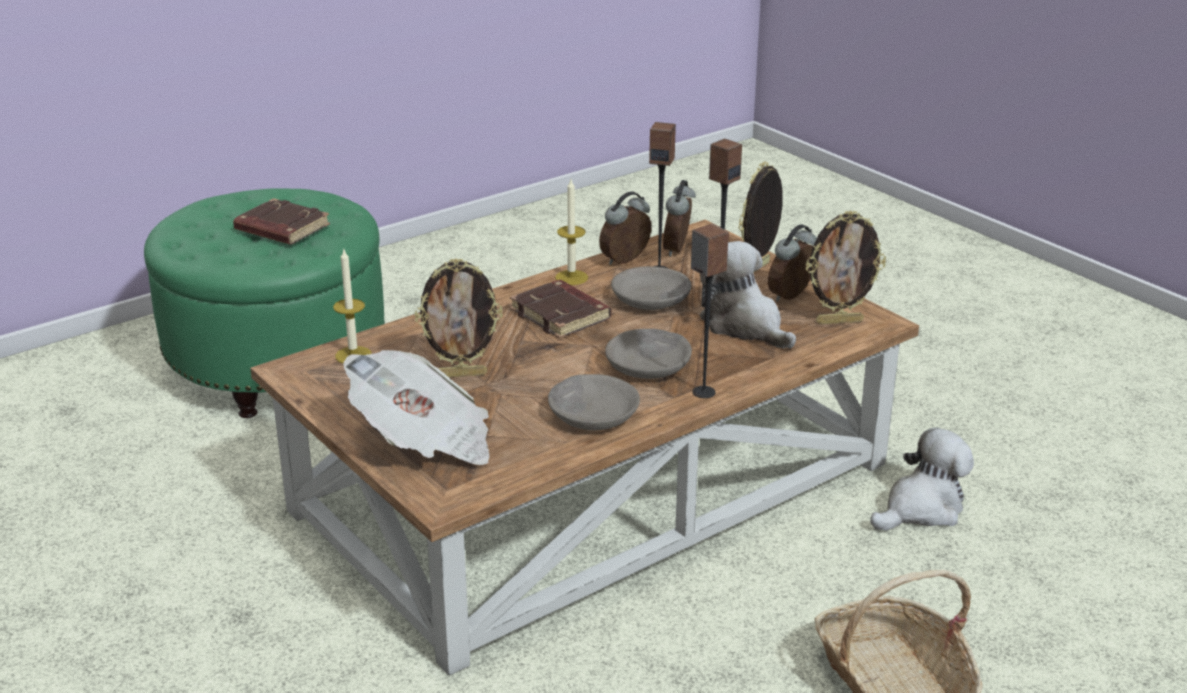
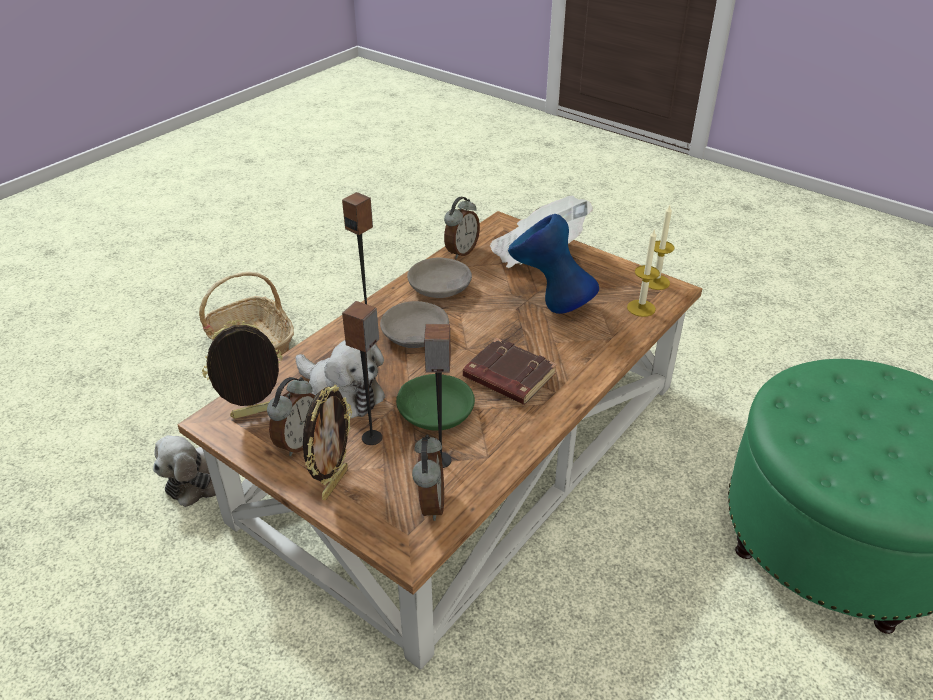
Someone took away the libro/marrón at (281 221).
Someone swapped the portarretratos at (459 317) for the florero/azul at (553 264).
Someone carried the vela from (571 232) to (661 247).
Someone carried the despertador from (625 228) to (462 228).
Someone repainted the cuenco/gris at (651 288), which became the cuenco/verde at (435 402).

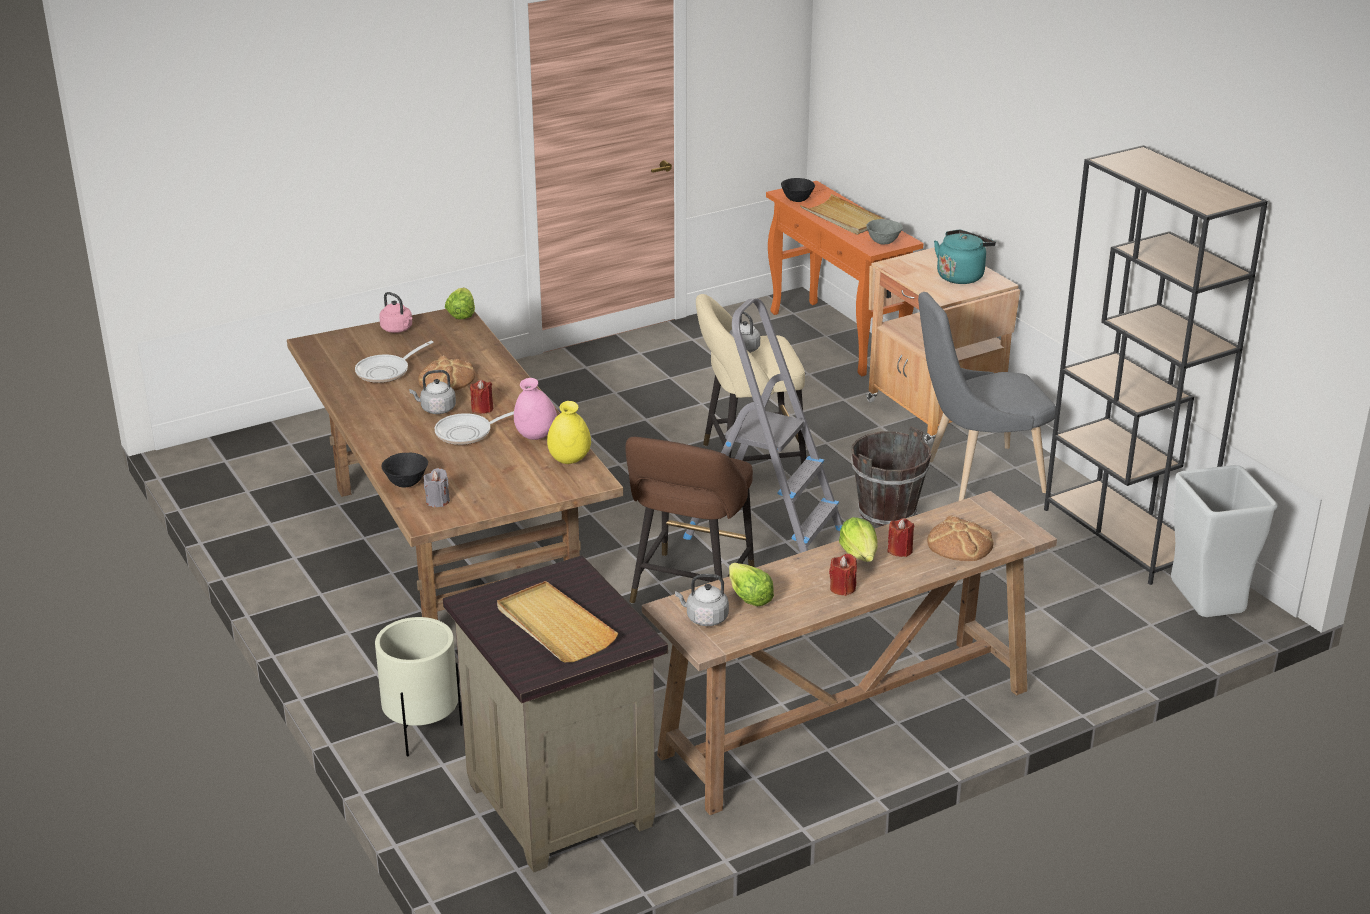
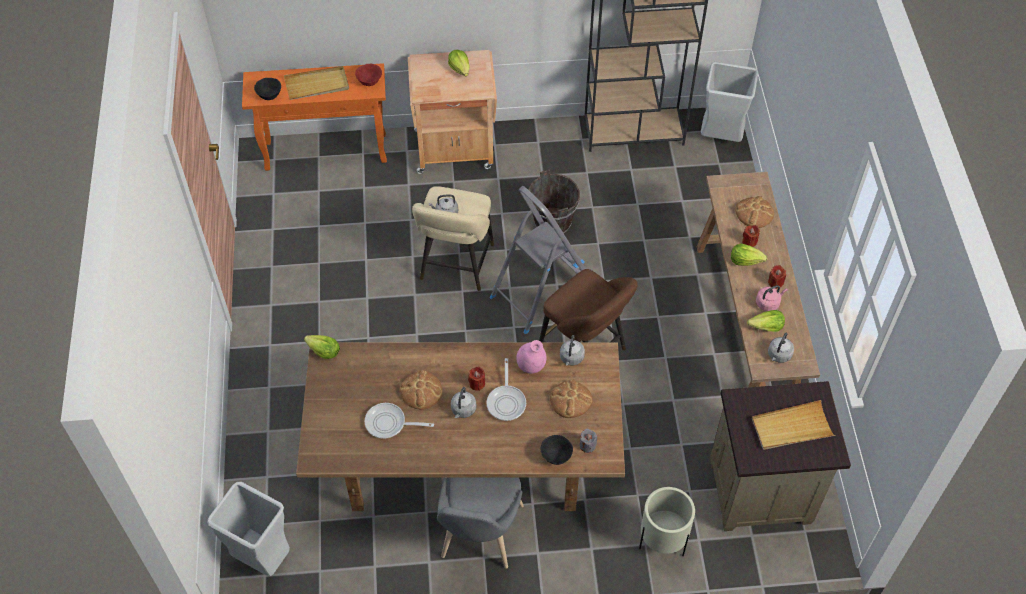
Someone rotated the sartén at (394 362) by 120 degrees clockwise.
Someone carried the hervidor/rosa from (395 312) to (772 298).
Someone swapped the florero/amarillo at (569 432) for the hervidor/gris at (572 350).
Someone repainted the cuenco/gris at (884 232), which became the cuenco/rojo at (368 75).
Someone carried the silla/gris from (987 396) to (480 523).
Someone swapped the hervidor/turquesa at (965 257) for the lechuga at (459 63).
Someone put down the papelera/gris at (248 529).
Someone put down the pan at (571 398).

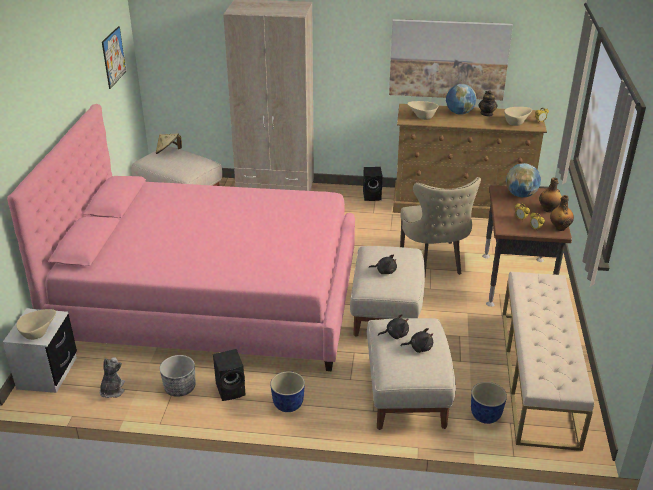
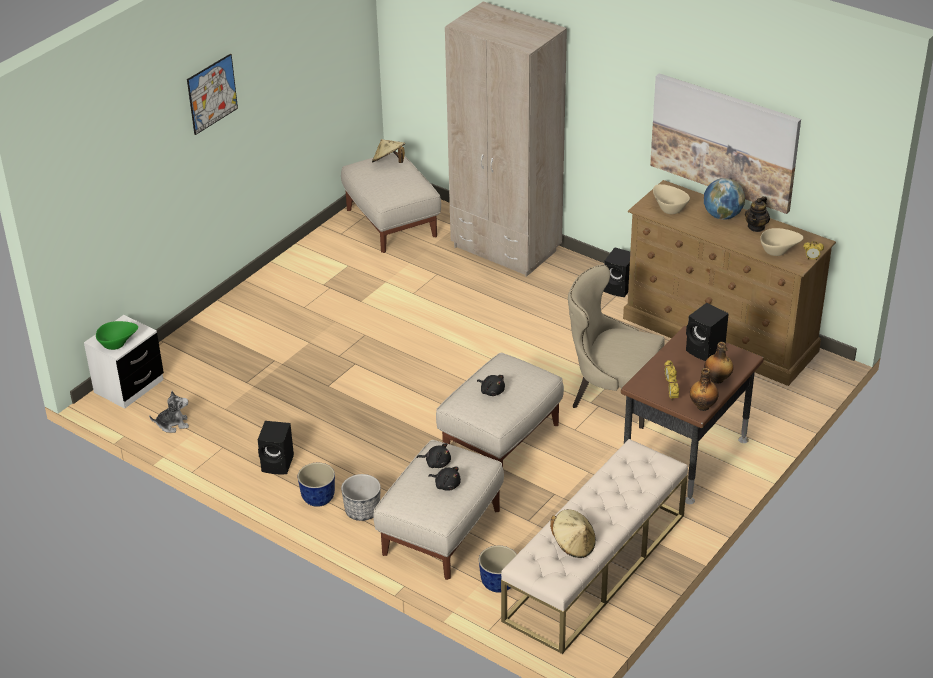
Someone took away the cama/rosa at (181 237).
Someone repainted the cuenco/beis at (36 324), which became the cuenco/verde at (117 335).
Someone rotated the peluche at (112 377) by 45 degrees clockwise.
Someone carried the cuadro from (114 57) to (212 94).
Someone carried the maceta from (177 376) to (360 497).
Someone rotated the silla/beis at (440 226) by 90 degrees clockwise.
Someone swapped the globo terráqueo at (523 180) for the altavoz/negro at (707 332).
Someone put down the sombrero/beis at (573 533).

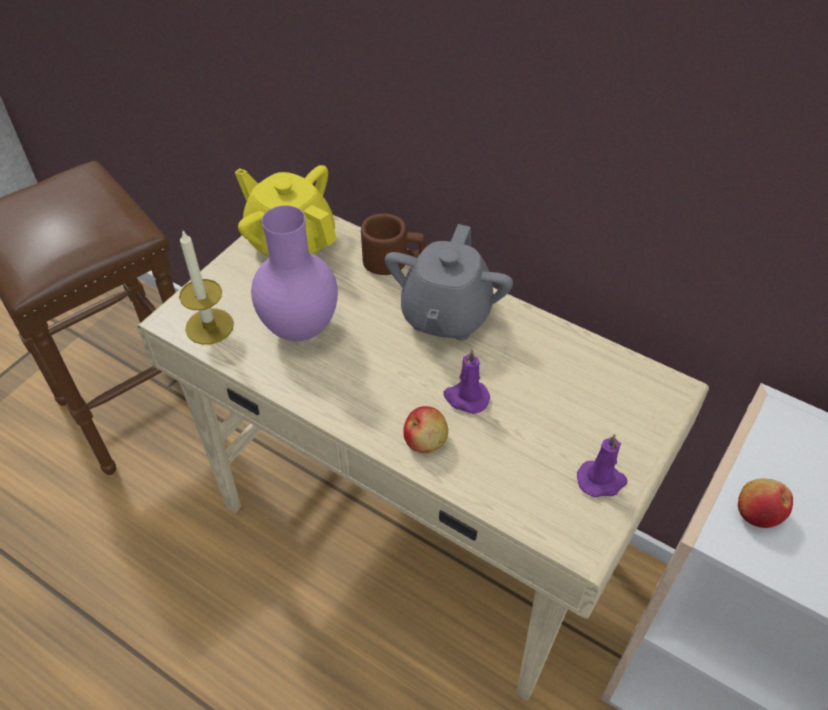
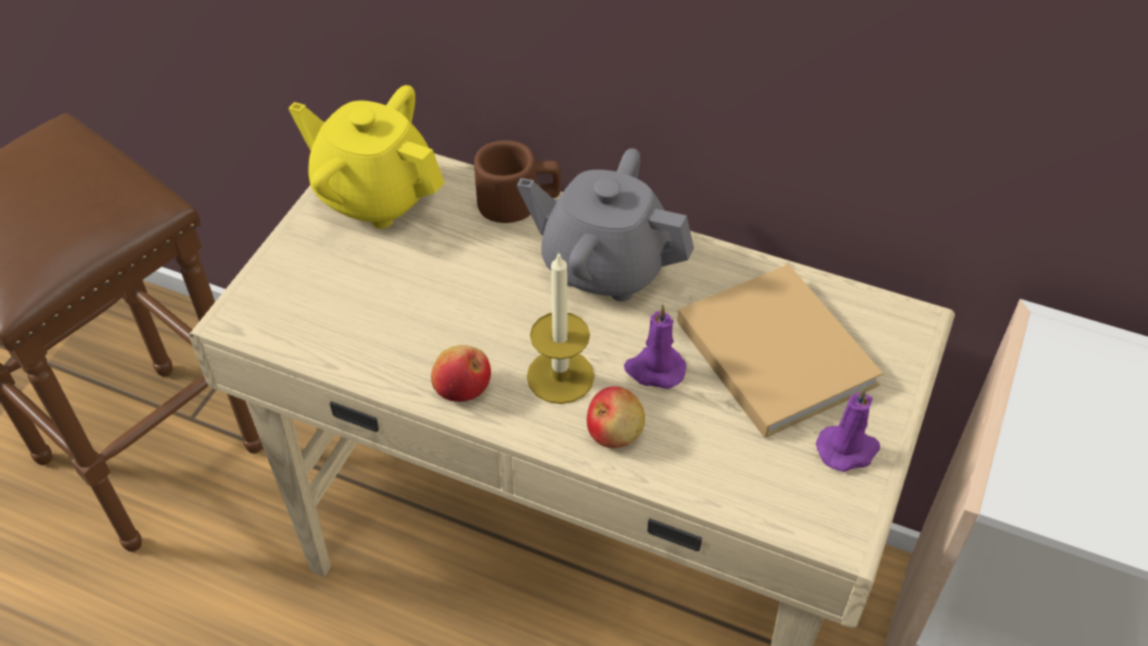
Someone carried the vela from (206 287) to (561 328).
Someone took away the florero/morado at (294 273).
Someone rotated the tetera/gris at (449 282) by 105 degrees clockwise.
Someone carried the manzana from (765 503) to (461 373).
Someone put down the libro/beis at (780 351).

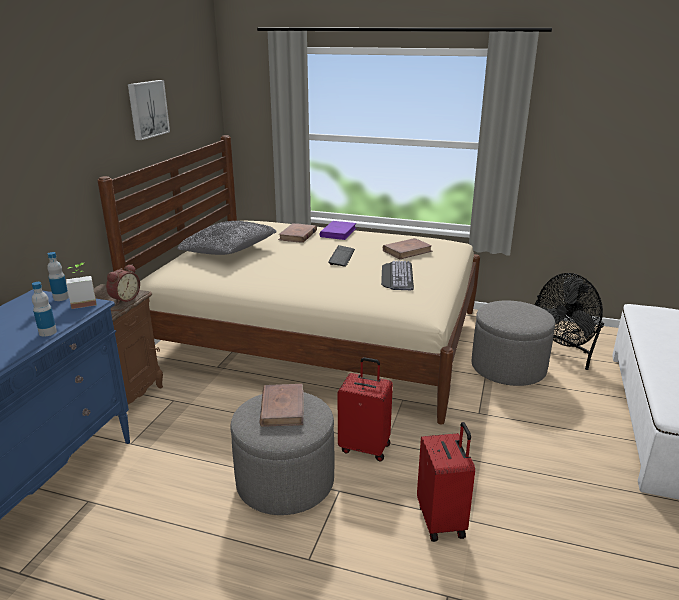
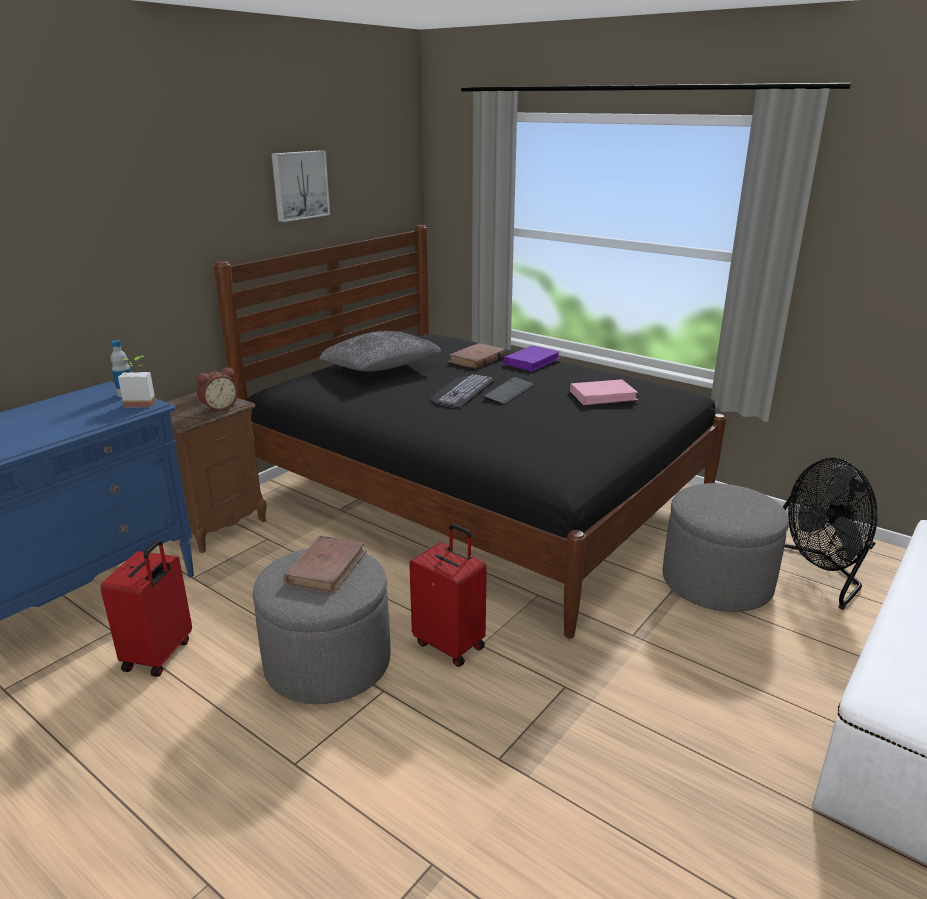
Someone took away the botella at (44 309).
Someone repainted the cama/beis at (288 280), which became the cama/negro at (470 431).
Someone carried the teclado from (397 275) to (462 391).
Someone repainted the libro/marrón at (408 248), which became the libro/rosa at (604 392).
Someone carried the maleta/rojo from (446 482) to (146 608).

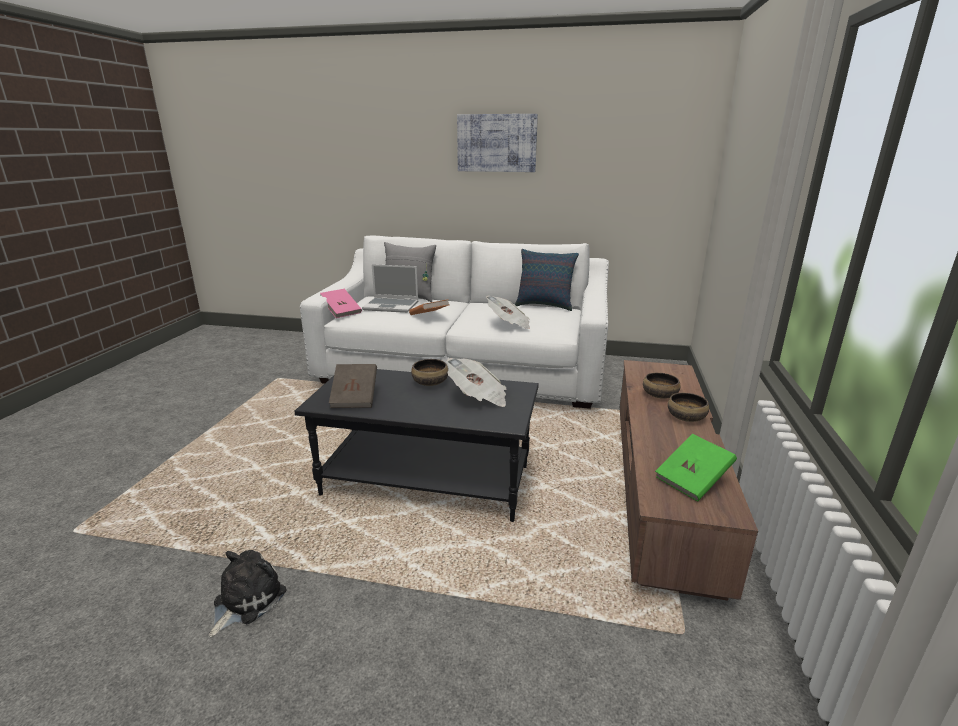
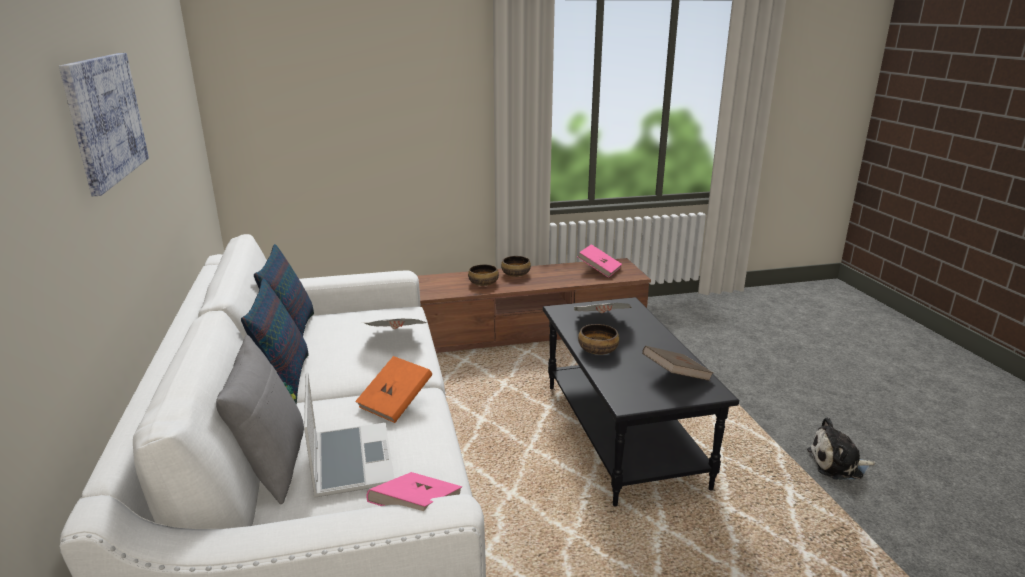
Someone repainted the libro/verde at (696 468), which became the libro/rosa at (600 261).
Someone put down the cojín/azul at (274 341).

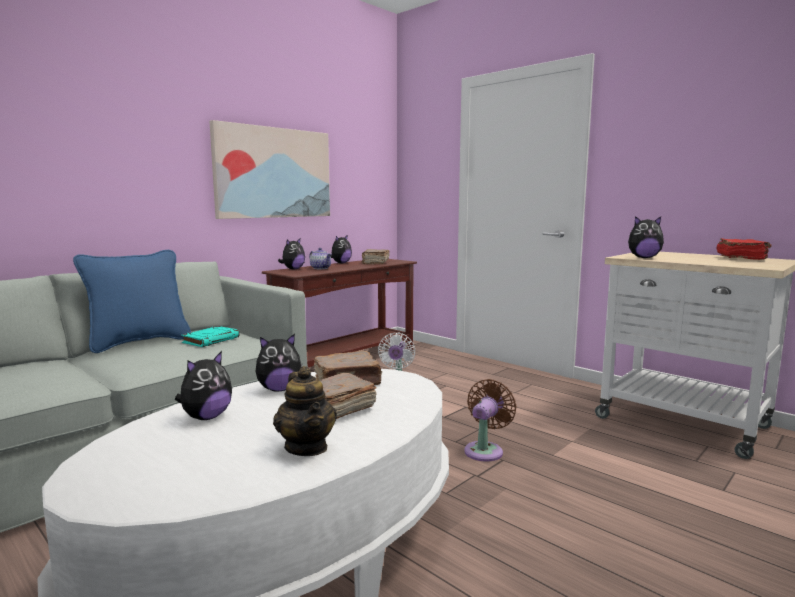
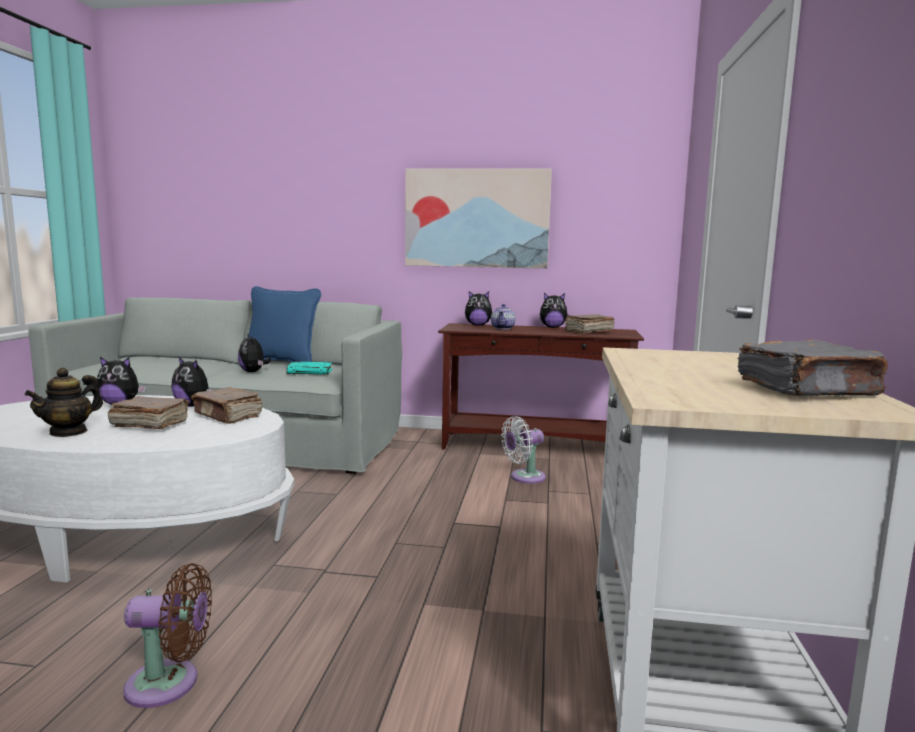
Someone carried the ventilador/marrón from (490 420) to (167 635).
Someone carried the peluche from (646 237) to (254 352).
Someone repainted the libro/rojo at (744 249), which became the libro/gris at (813 368).

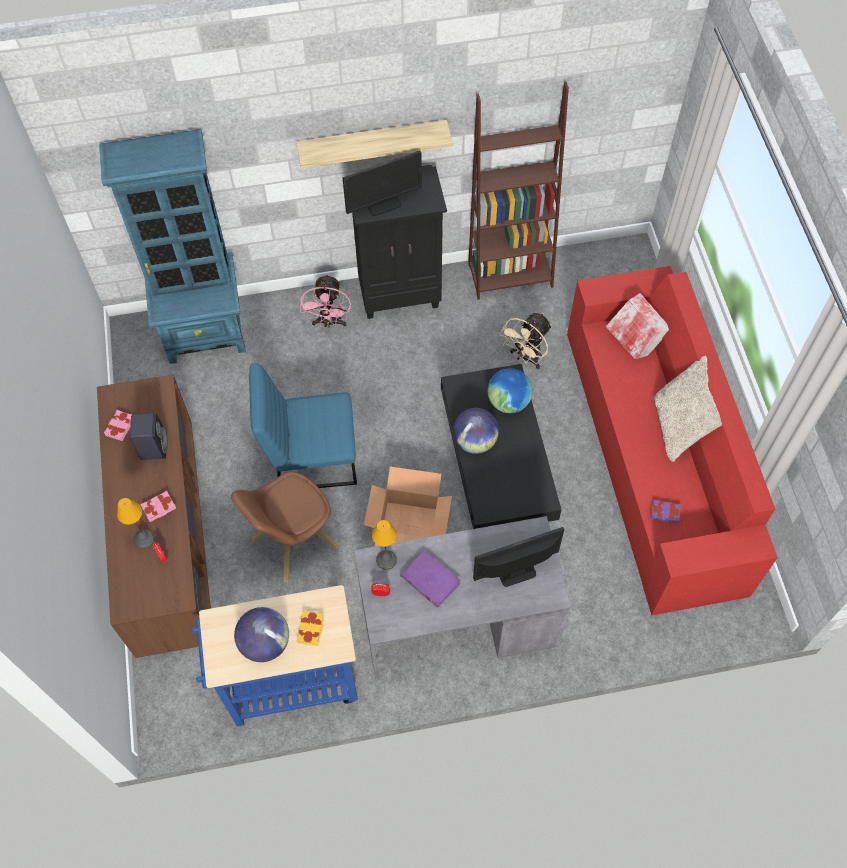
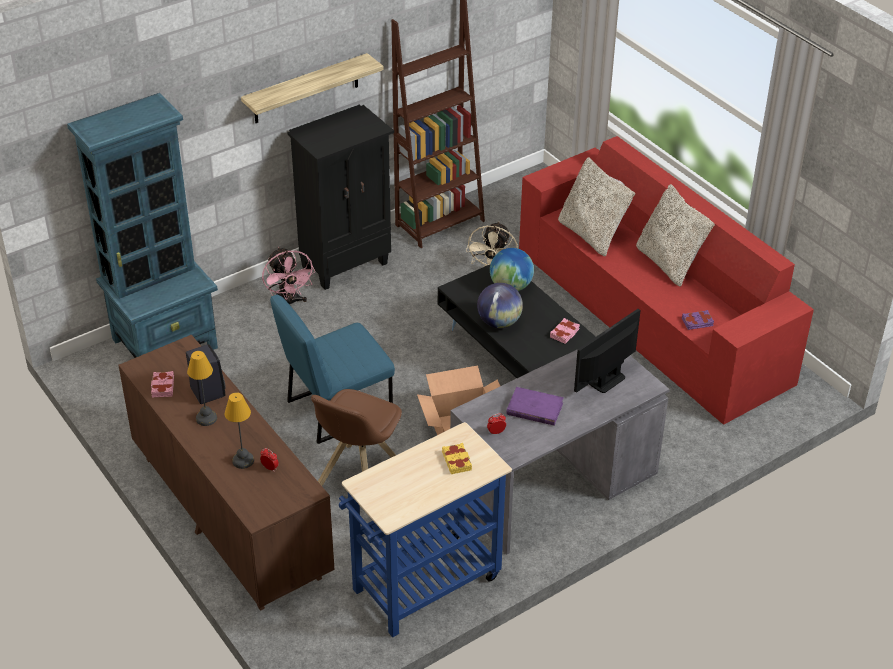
Someone carried the libro/rosa from (158 506) to (565 331).
Someone took away the globo terráqueo at (261 634).
Someone took away the monitor at (382 183).
Someone carried the lámpara de mesa from (384 545) to (202 388).
Someone put down the cojín/beis at (596 206).

